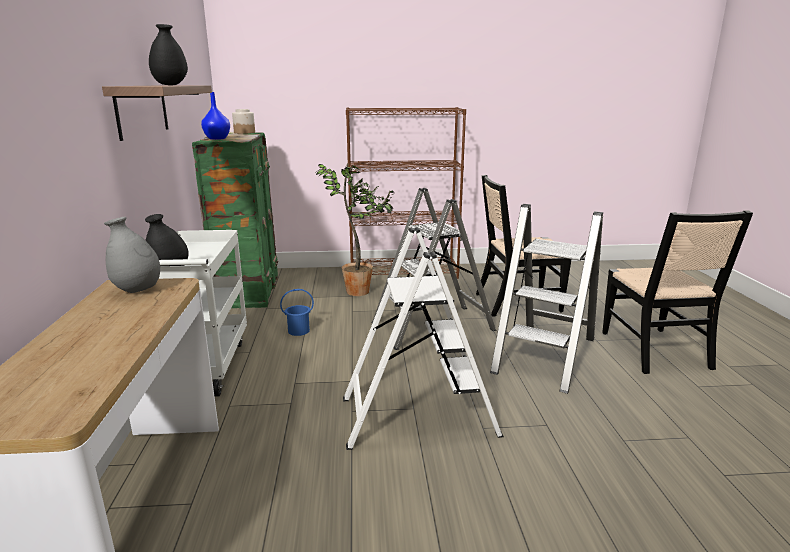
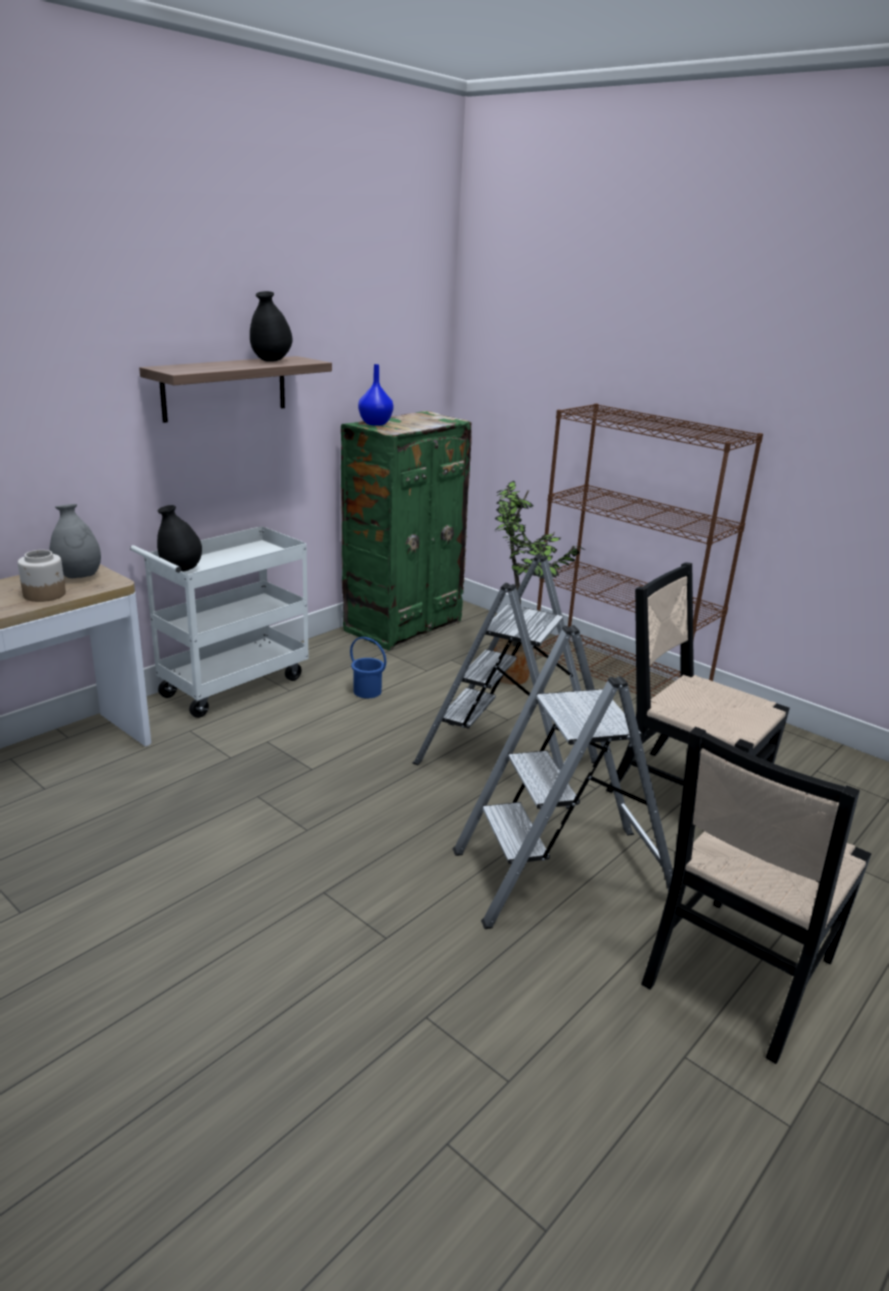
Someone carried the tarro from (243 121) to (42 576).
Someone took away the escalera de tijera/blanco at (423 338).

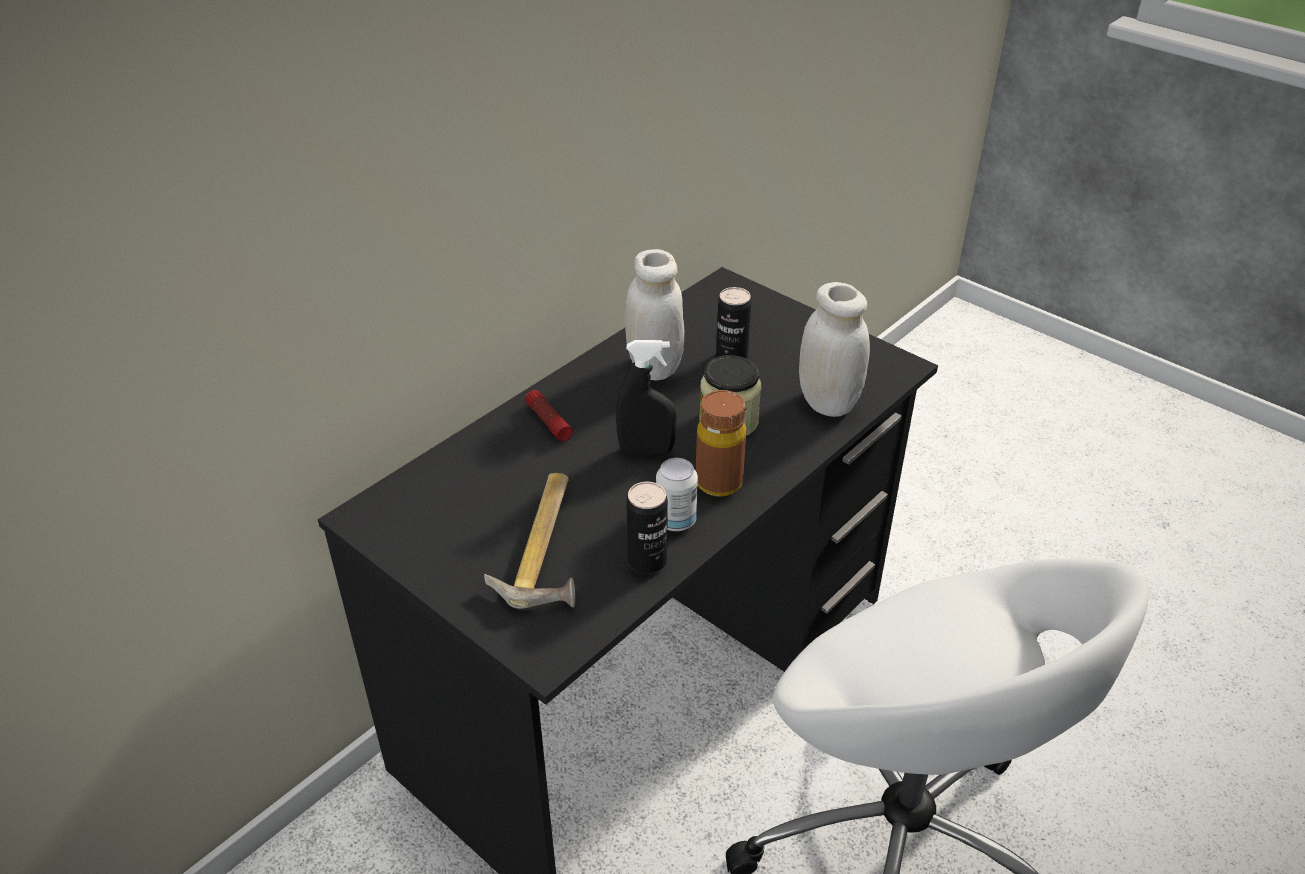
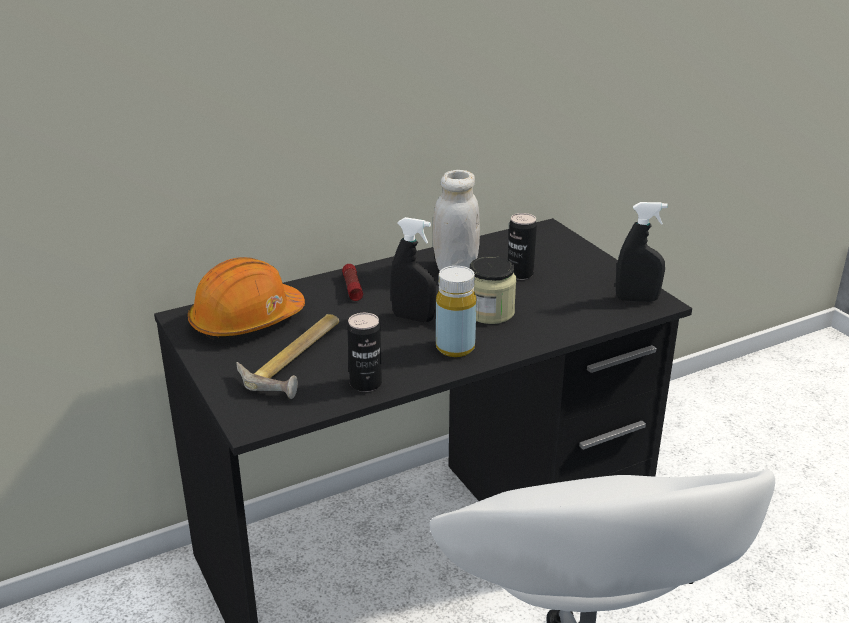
Someone took away the lata at (677 494).
Someone repainted the botella/marrón at (721 443), which became the botella/amarillo at (456 311).
Someone took away the tarro/blanco at (834 349).
Someone put down the casco/naranja at (246 298).
Someone put down the pulverizador/negro at (642 252).

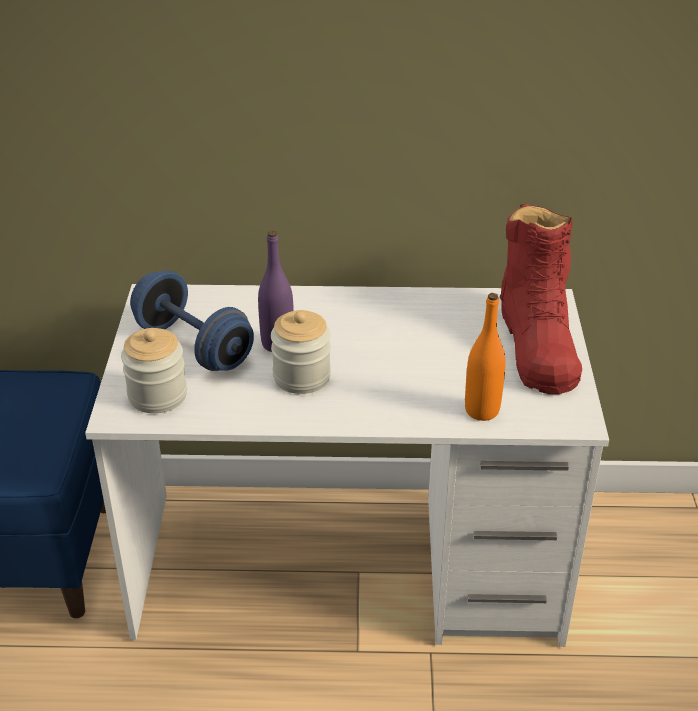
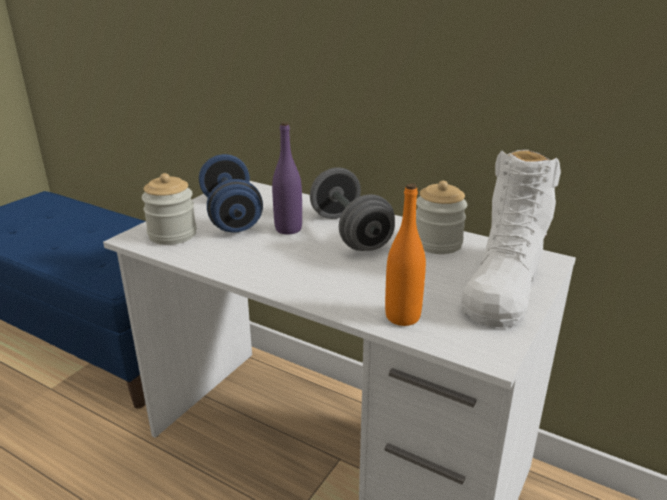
Someone carried the tarro from (301 352) to (441 217).
Someone repainted the bota/rojo at (541 299), which became the bota/blanco at (511 239).
Someone put down the mancuerna/gris at (352 209).

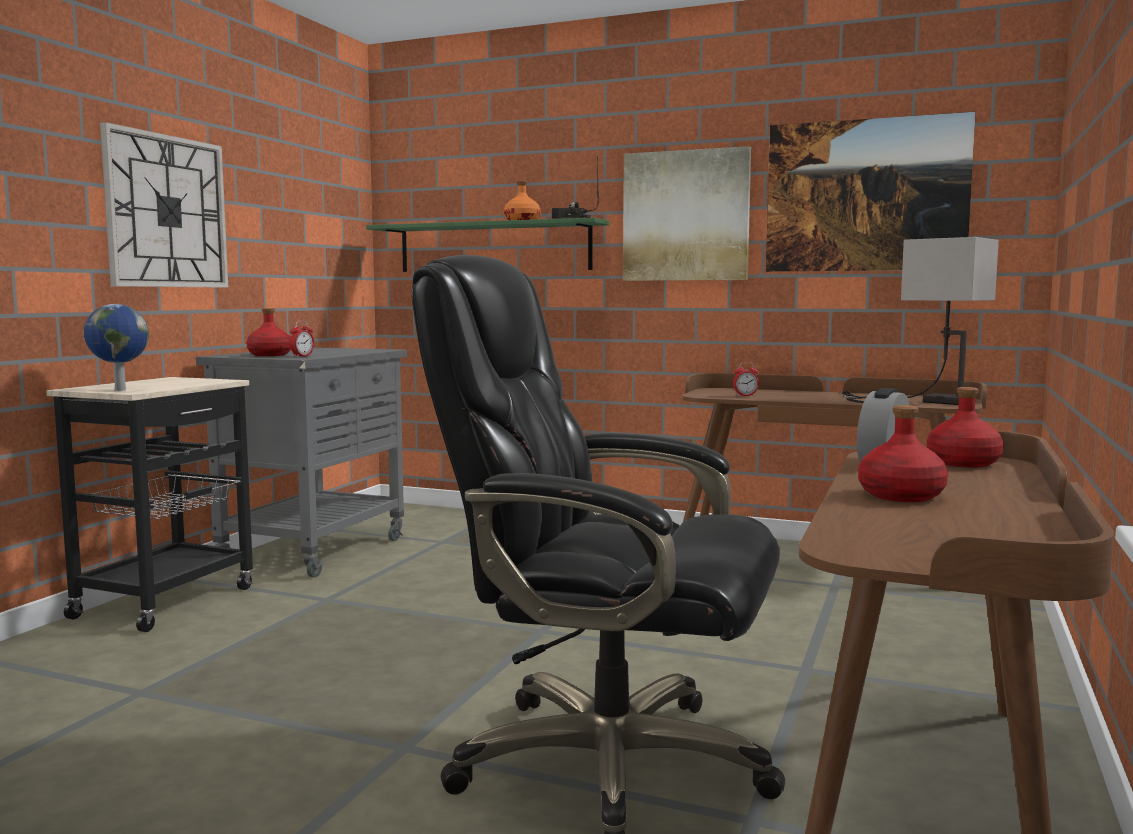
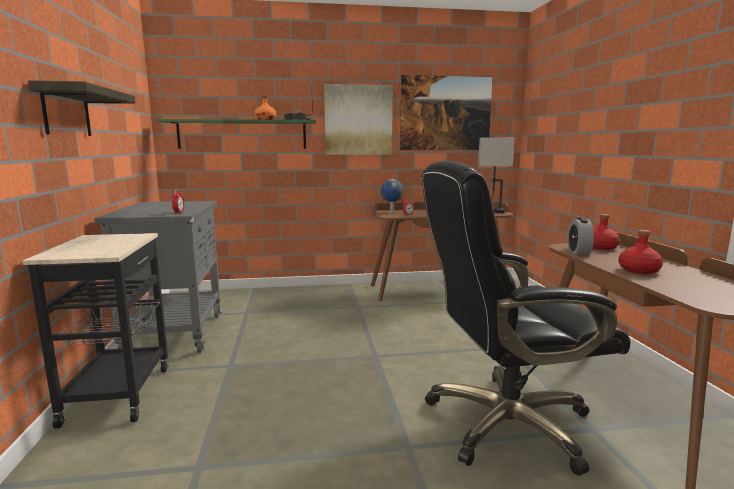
Someone carried the globo terráqueo from (116 347) to (392 196).
Someone swapped the reloj de pared at (164 205) for the estante at (81 108).
Someone took away the botella/rojo at (268 332).

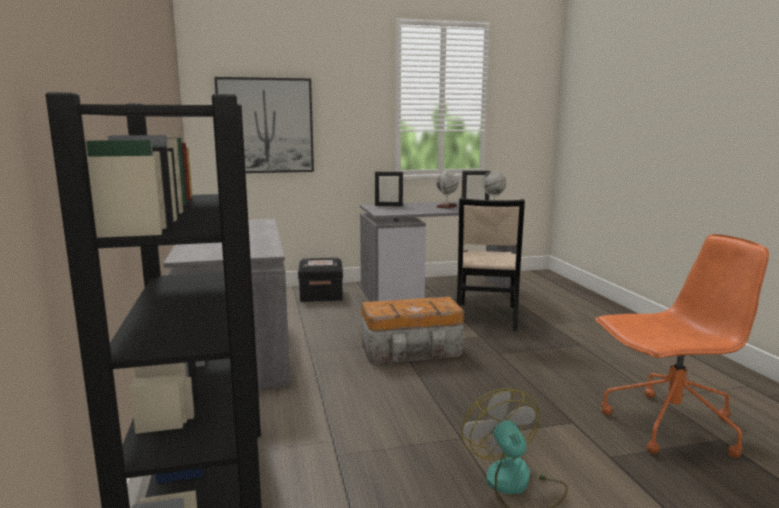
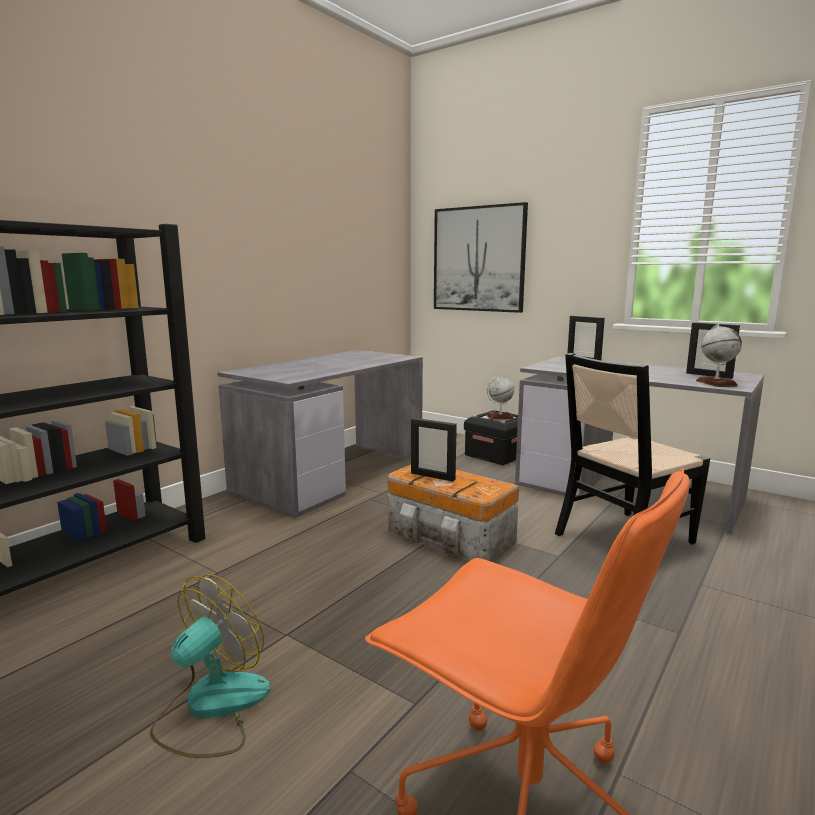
Someone carried the globo terráqueo from (447 190) to (500 398).
Someone put down the portarretratos at (434 450).

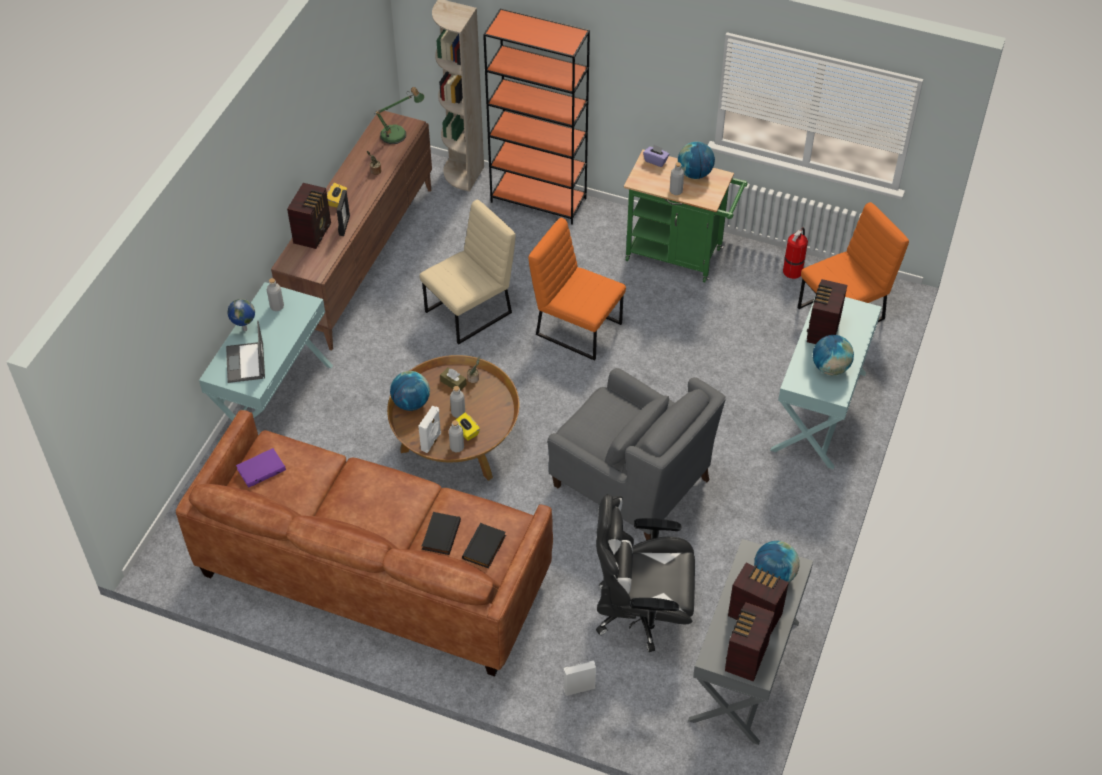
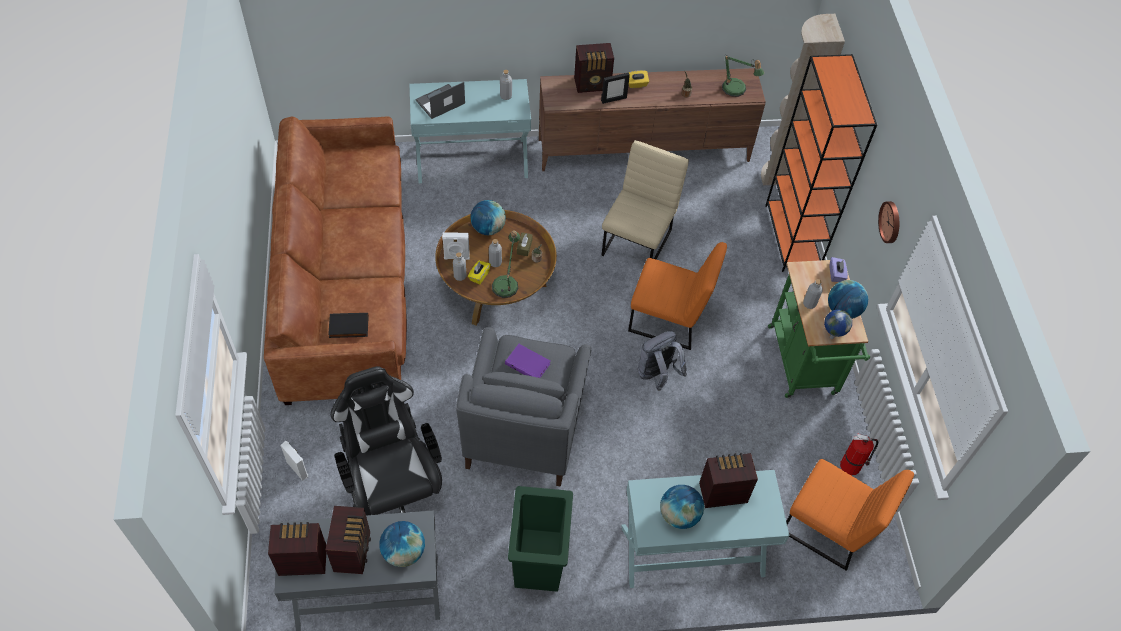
Someone carried the globo terráqueo from (241 315) to (838 324).
Someone carried the libro/morado from (261 468) to (528 361).
Someone rotated the silla/beis at (468 272) by 90 degrees counterclockwise.
Someone took away the libro/negro at (441 533).
Someone rotated the silla/naranja at (577 289) by 105 degrees clockwise.
Someone put down the lámpara de mesa at (506 264).
Someone put down the papelera/verde at (540 539).
Someone put down the mochila/gris at (662 361).
Someone put up the reloj de pared at (888 222).

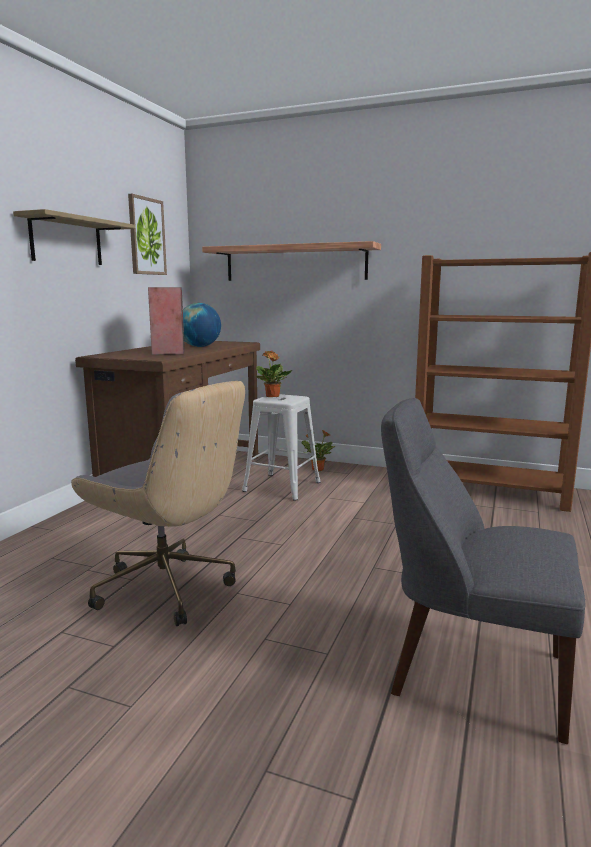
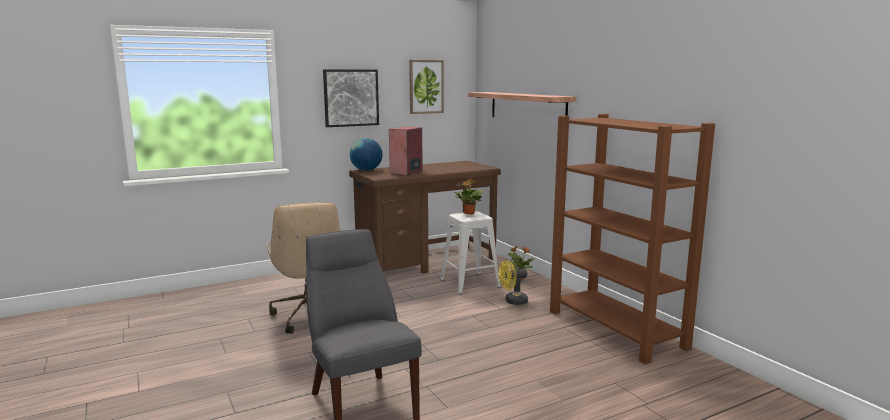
Someone swapped the estante at (74 237) for the cuadro at (351 98).
Someone carried the globo terráqueo from (202 325) to (366 154).
Someone put down the ventilador/amarillo at (513 282).

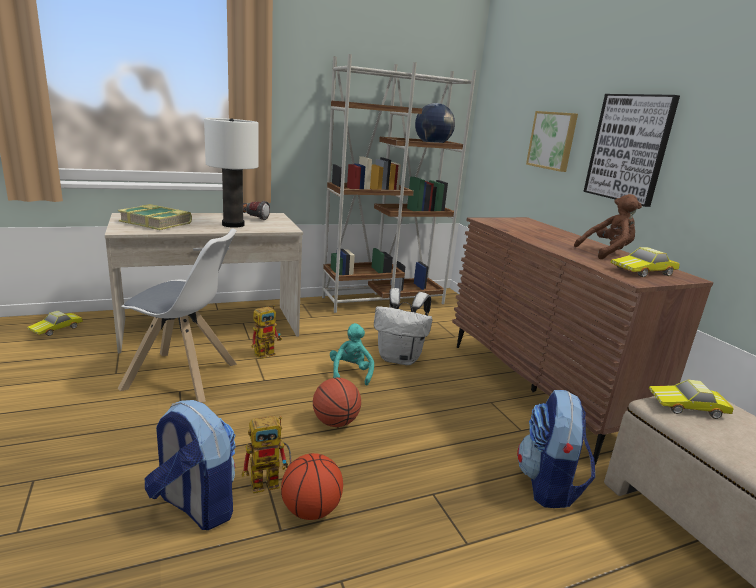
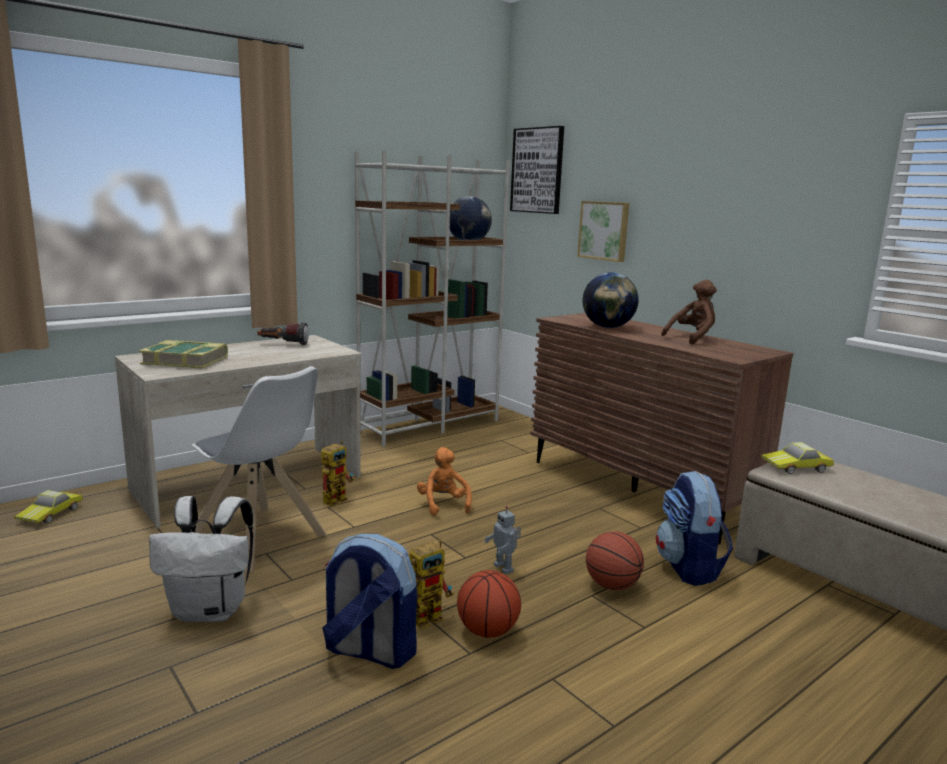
Someone rotated the silla at (177 315) by 45 degrees clockwise.
Someone took away the lámpara de mesa/blanco at (231 173).
Someone carried the balón de baloncesto from (337 402) to (615 560).
Someone repainted the peluche/turquesa at (352 354), which became the peluche/naranja at (444 481).
Someone carried the mochila/blanco from (403 326) to (201 559).
Someone carried the cuadro from (631 150) to (537 170).
Someone took away the coche de juguete at (645 262).
Someone put down the robot de juguete at (503 540).
Someone put down the globo terráqueo at (611 300).

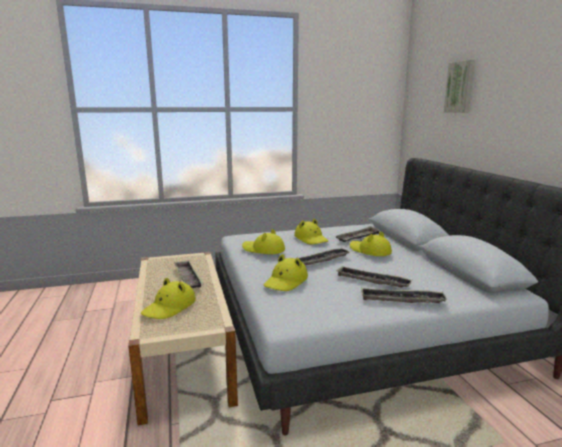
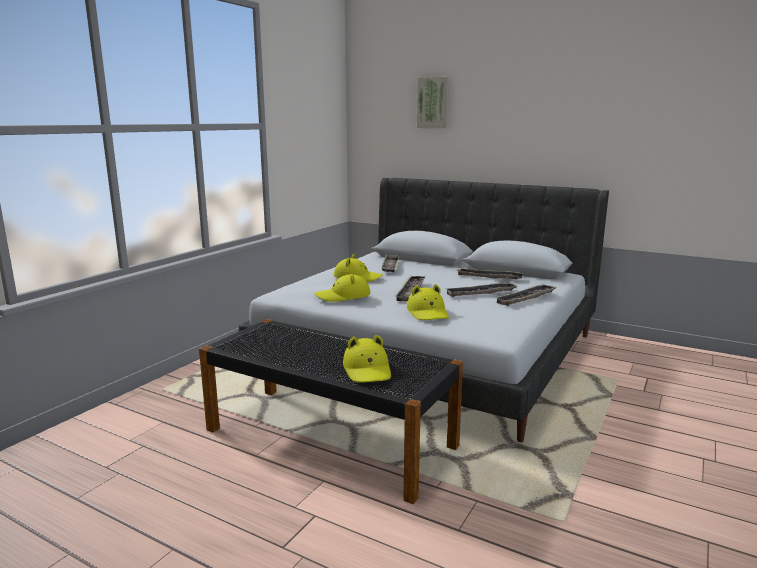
Someone repainted the banco/beis at (183 338), which became the banco/negro at (331 411).
Someone carried the bandeja from (189 274) to (490 273).
Someone took away the sombrero/amarillo at (371 243).

